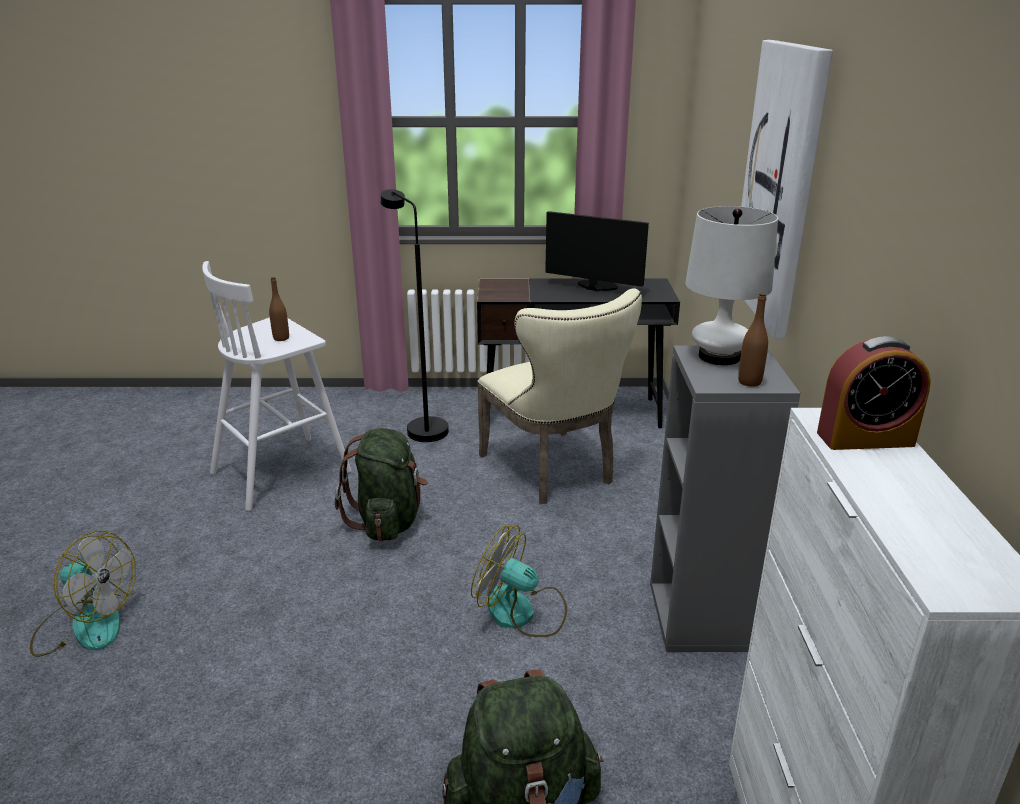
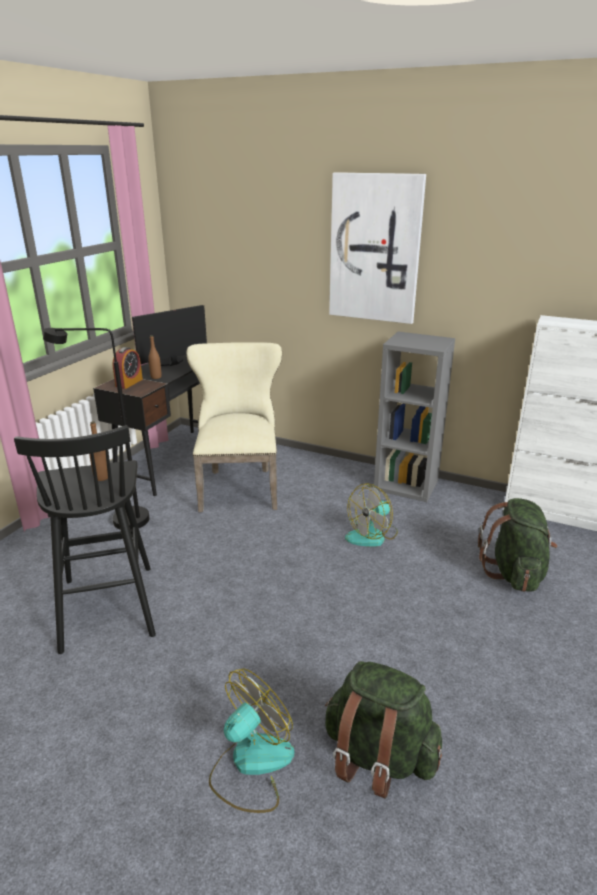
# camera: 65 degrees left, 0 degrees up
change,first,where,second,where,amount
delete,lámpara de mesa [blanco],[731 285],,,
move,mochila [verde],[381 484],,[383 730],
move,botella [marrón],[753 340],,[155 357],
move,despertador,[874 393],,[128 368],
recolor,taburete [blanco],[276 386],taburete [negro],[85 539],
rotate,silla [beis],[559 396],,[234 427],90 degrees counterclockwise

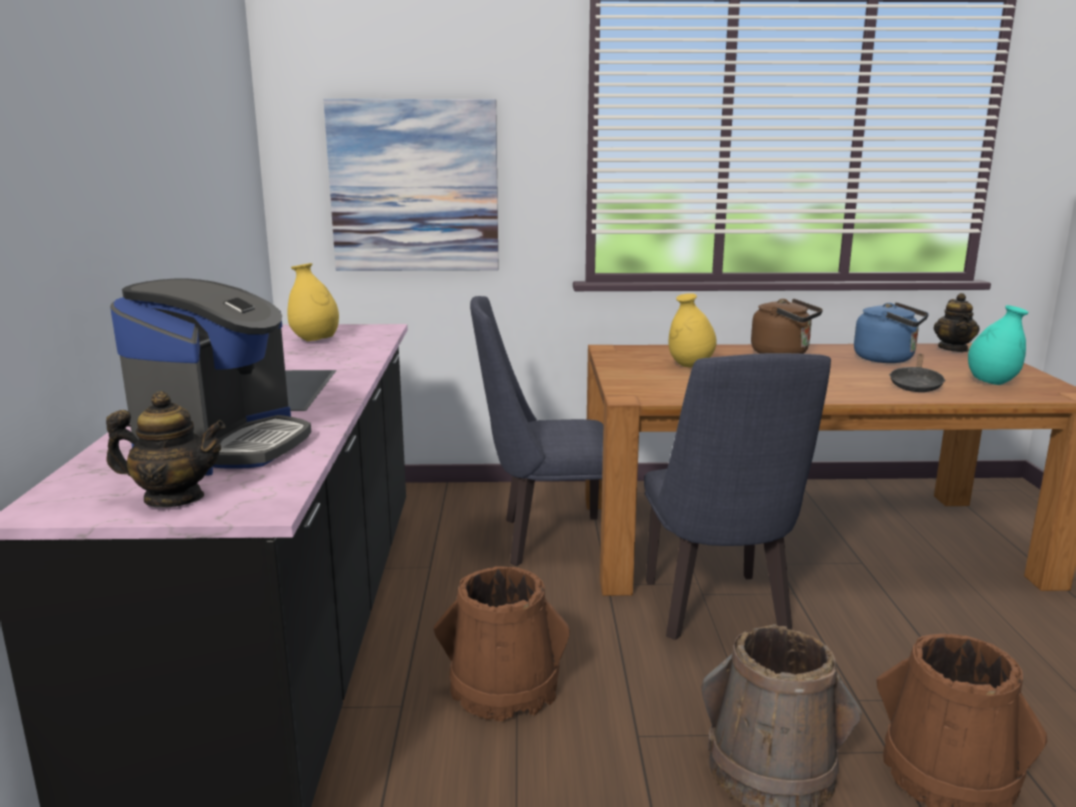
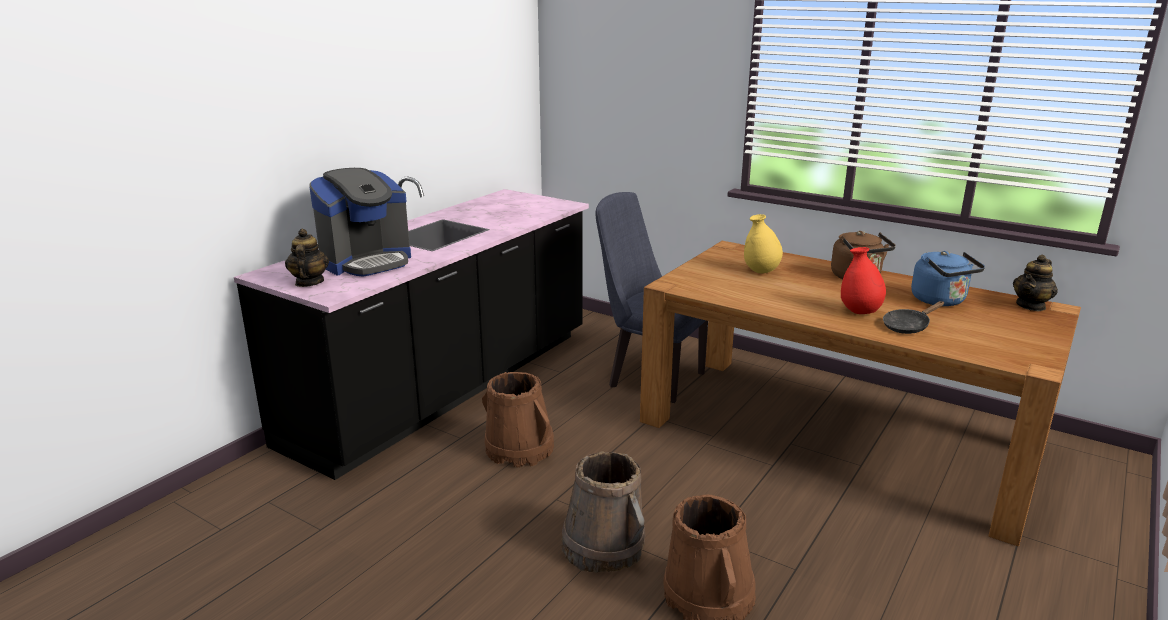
# camera: 35 degrees right, 5 degrees up
change,first,where,second,where,amount
delete,florero [amarillo],[313 302],,,
delete,cuadro,[411 185],,,
delete,silla [azul],[737 496],,,
delete,florero [turquesa],[998 345],,,
insert,,,florero [rojo],[863 280],
rotate,tetera,[166 449],,[307 257],135 degrees counterclockwise

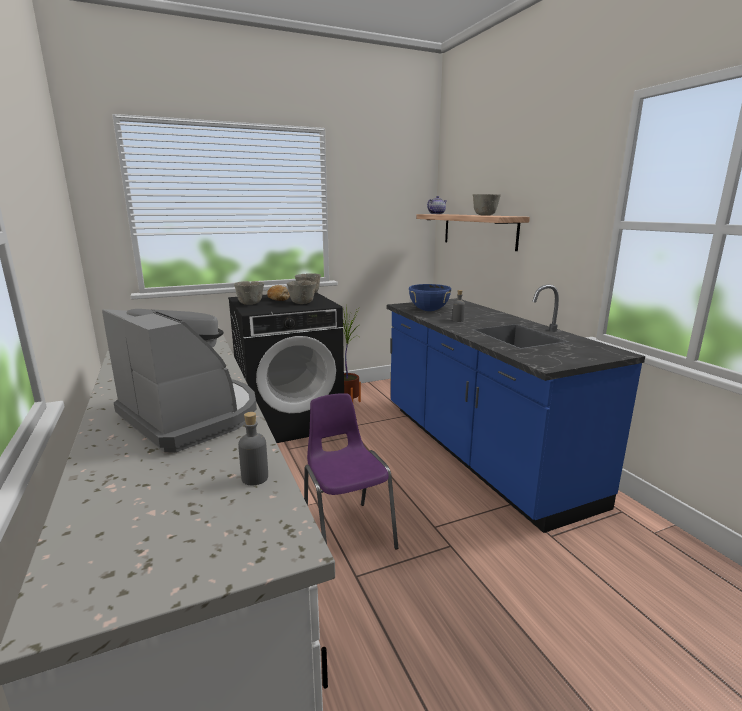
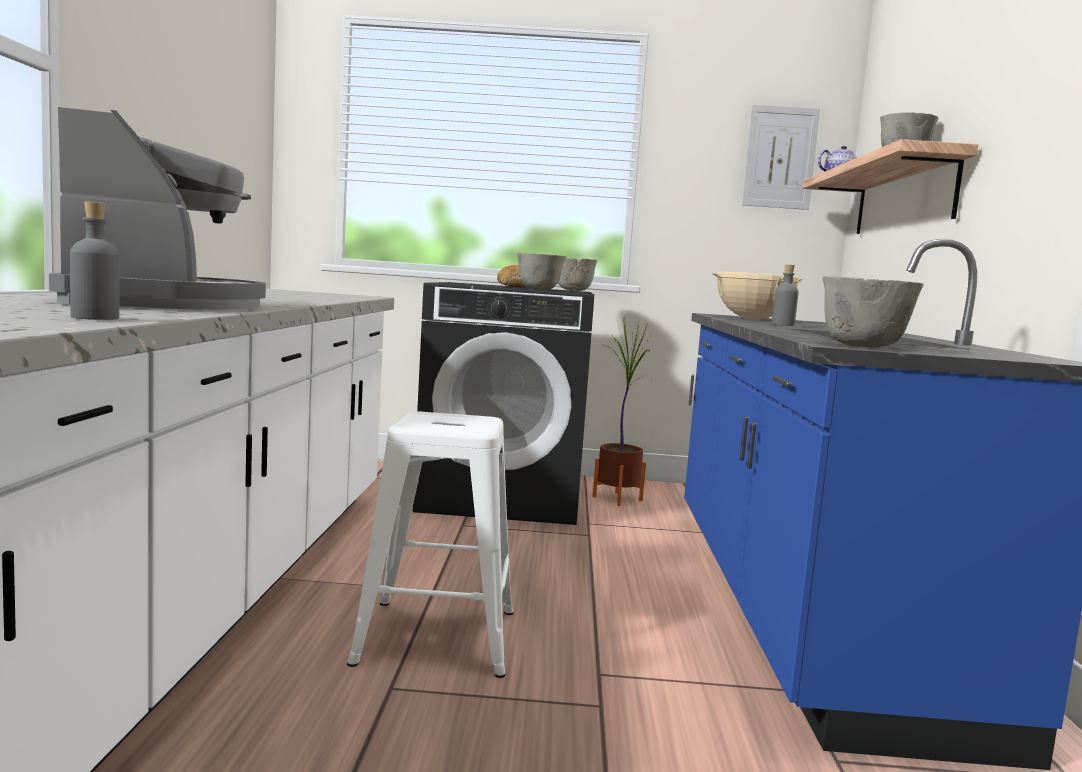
# camera: 25 degrees right, 10 degrees down
change,first,where,second,where,amount
insert,,,cuadro,[781 157],
move,cuenco [gris],[249 293],,[873 312],
replace,silla [morado],[351 471],taburete [blanco],[430 544],
recolor,olla [azul],[430 297],olla [beis],[757 296],

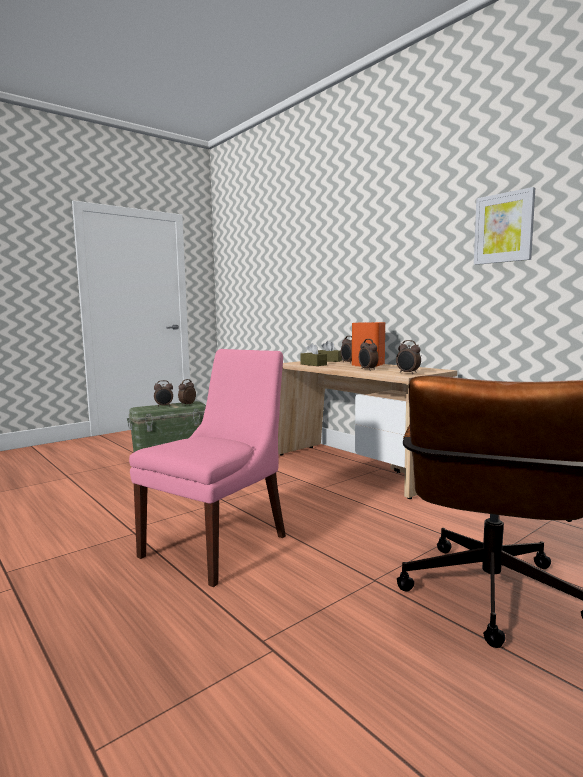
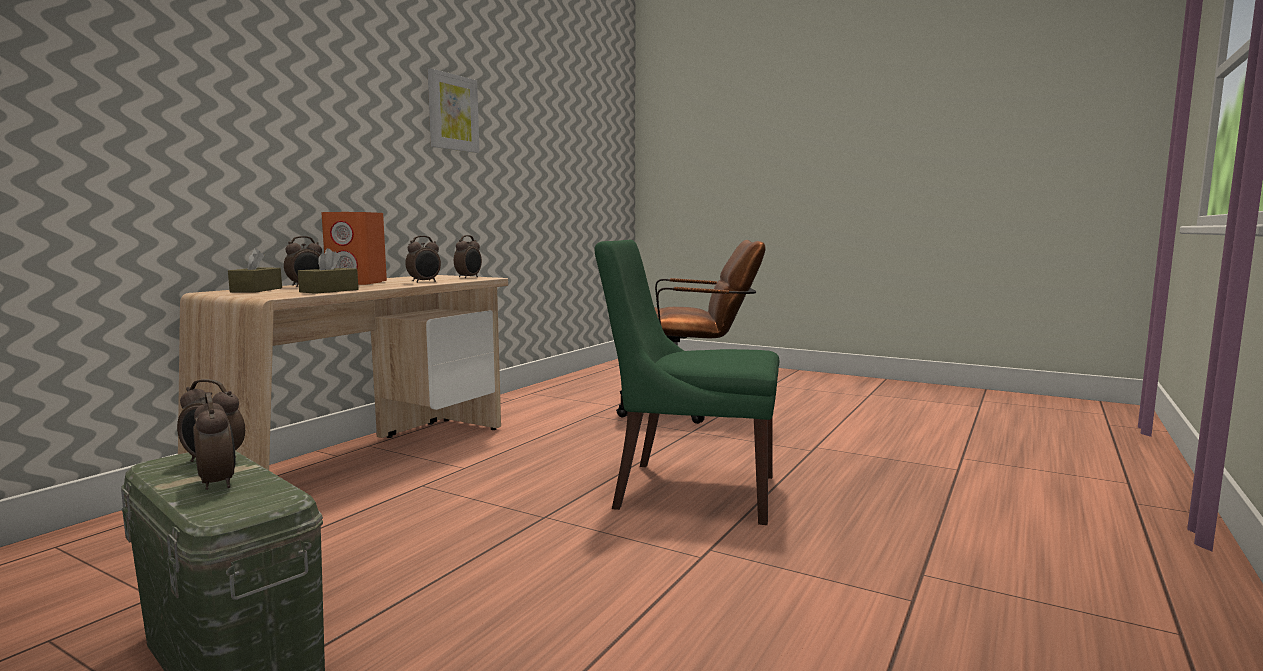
# camera: 110 degrees left, 0 degrees up
change,first,where,second,where,amount
recolor,silla [rosa],[207 468],silla [verde],[686 382],

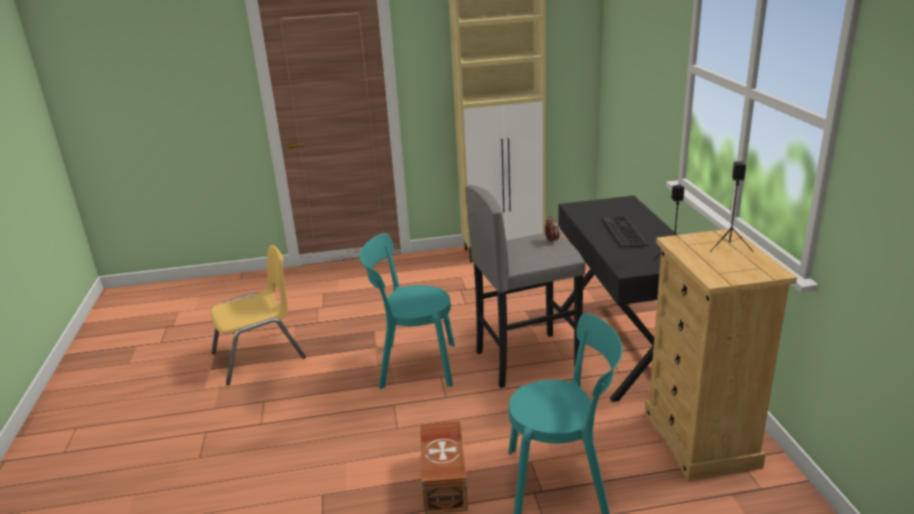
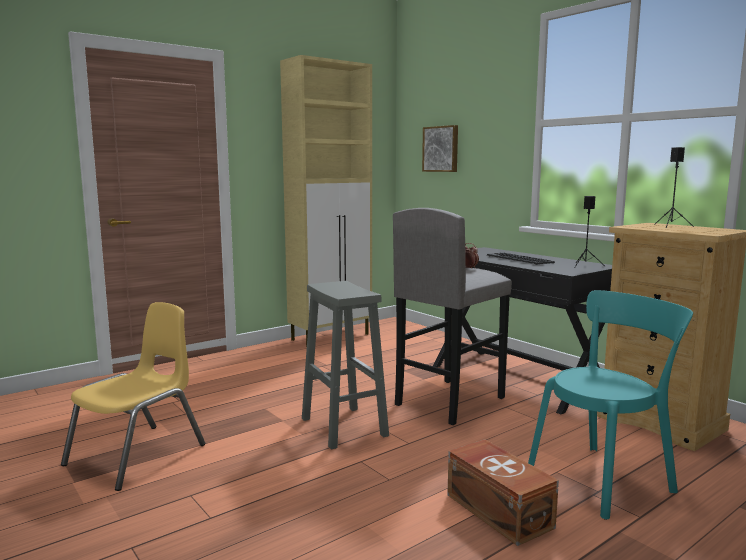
# camera: 30 degrees left, 15 degrees down
change,first,where,second,where,amount
insert,,,cuadro,[440 148],
replace,silla [turquesa],[407 311],taburete [gris],[345 365],

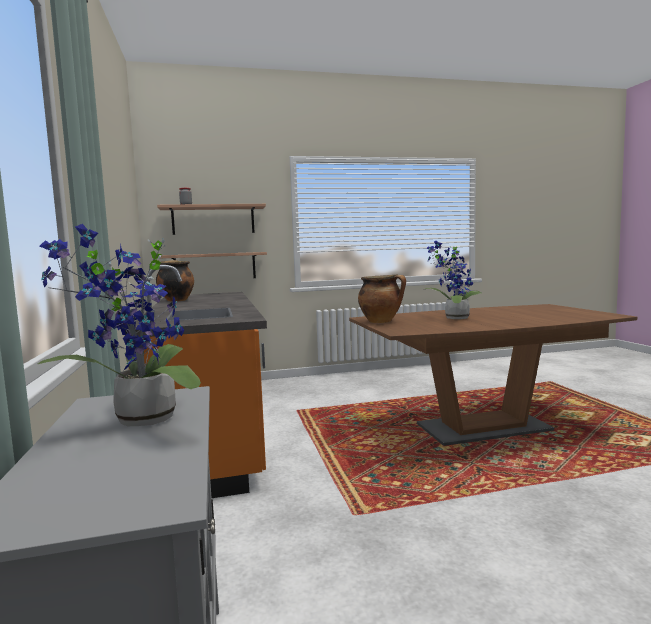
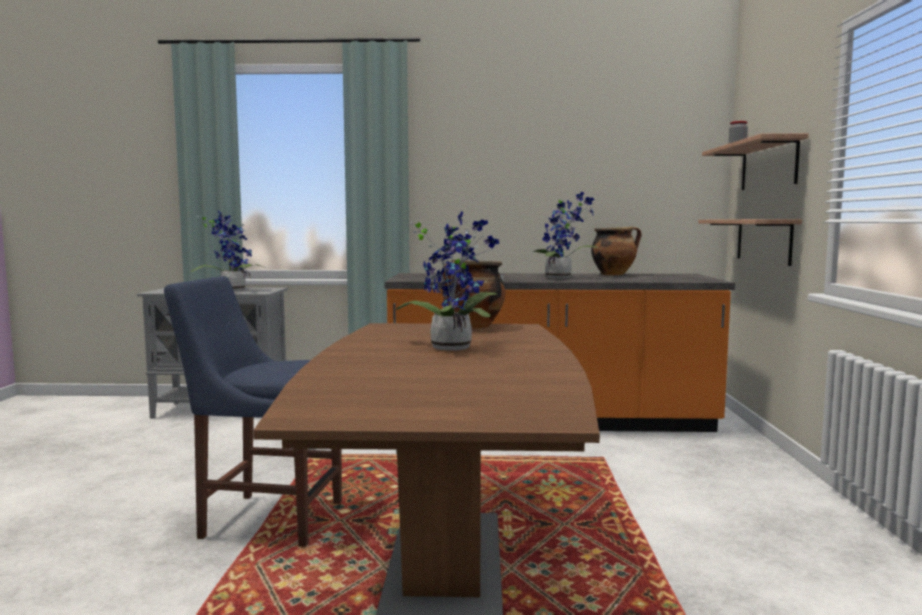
# camera: 105 degrees right, 0 degrees up
change,first,where,second,where,amount
insert,,,silla [azul],[253 411],
insert,,,planta en maceta,[565 235],

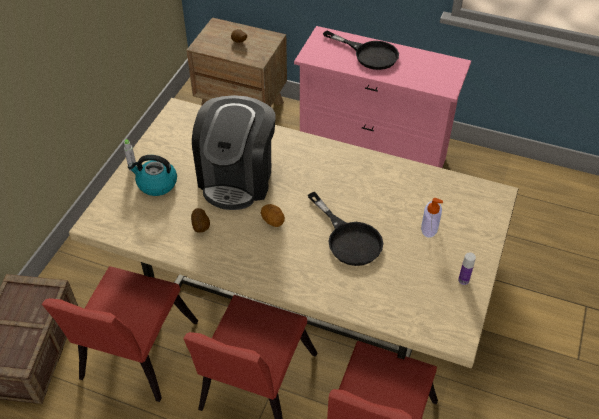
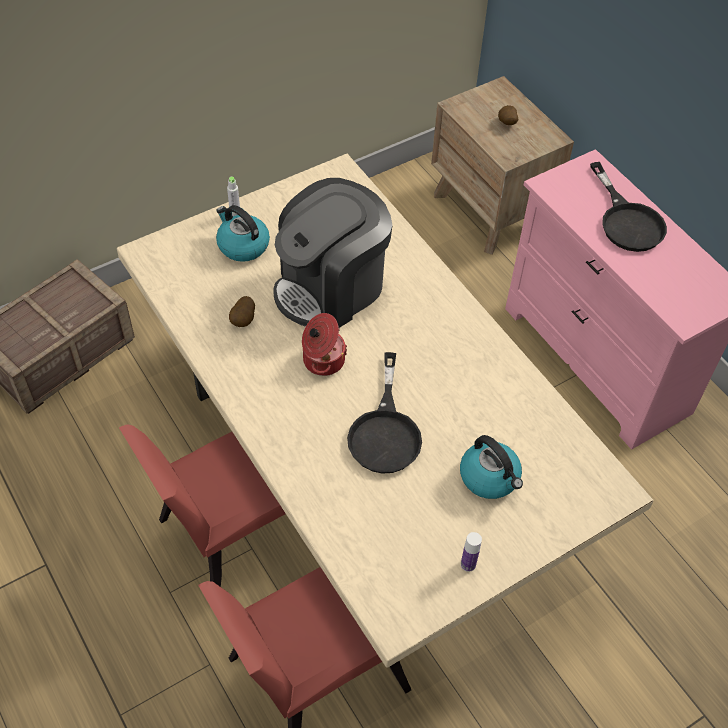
# camera: 35 degrees right, 5 degrees up
change,first,where,second,where,amount
delete,silla [rojo],[120 334],,,
replace,patata,[273 215],olla,[324 344],
replace,dispensador de jabón,[432 218],hervidor,[491 467],

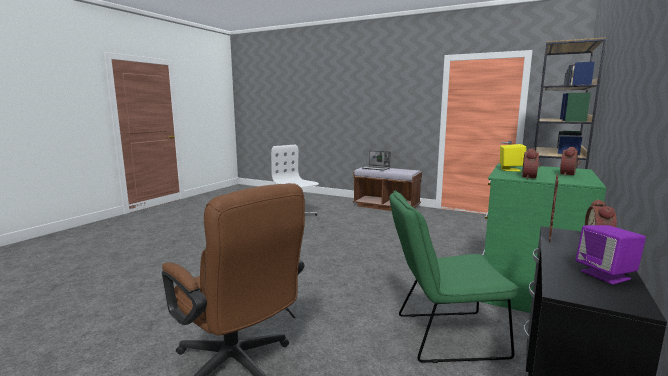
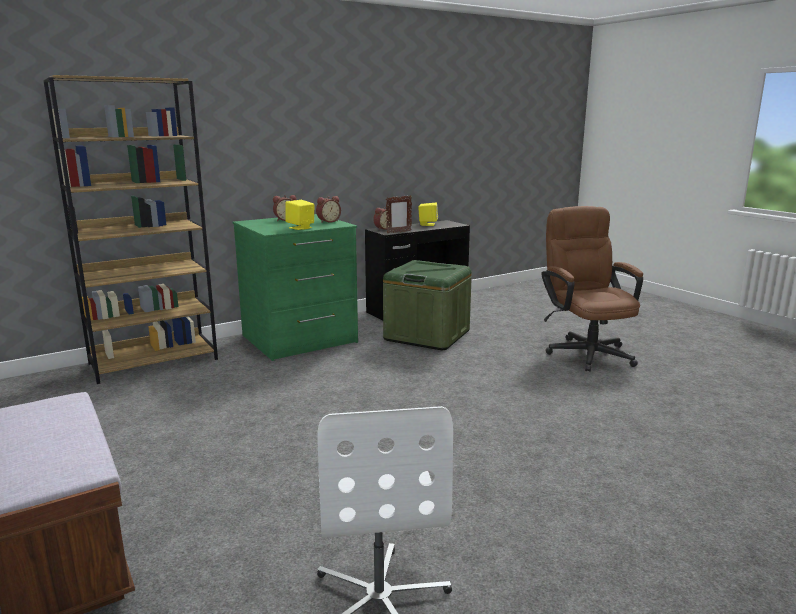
# camera: 150 degrees left, 5 degrees up
change,first,where,second,where,amount
delete,portátil,[376 160],,,
replace,silla [verde],[454 276],caja de almacenaje [verde],[427 305],
recolor,altavoz [morado],[611 254],altavoz [amarillo],[428 214],

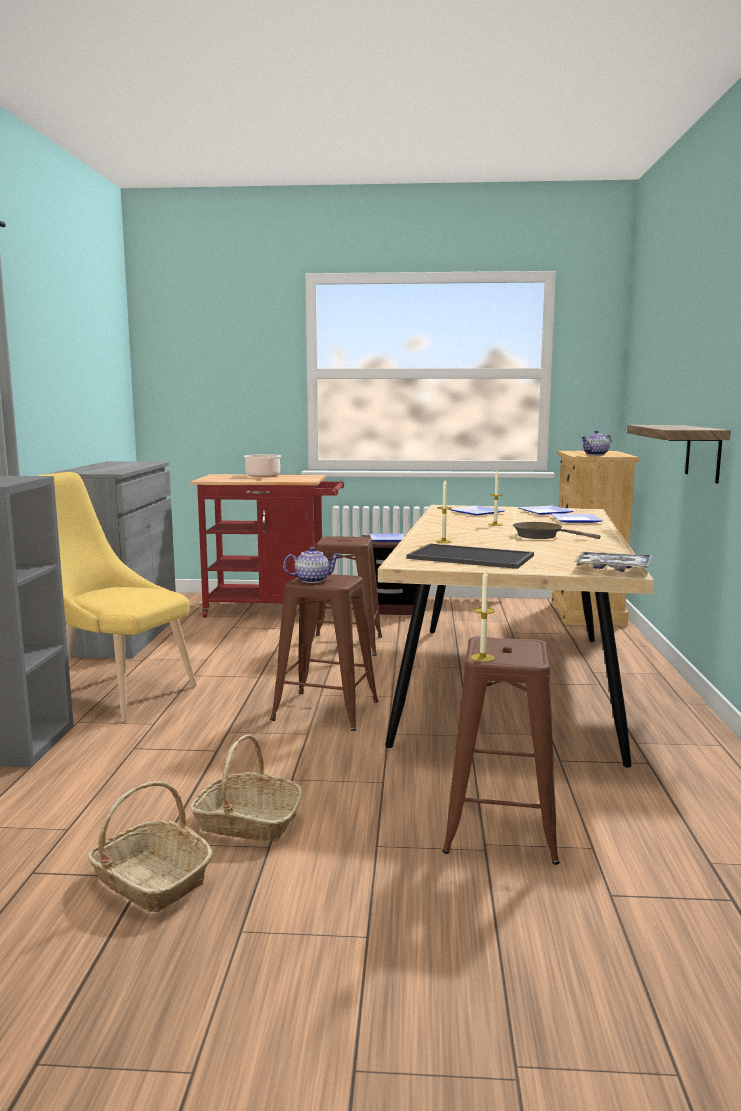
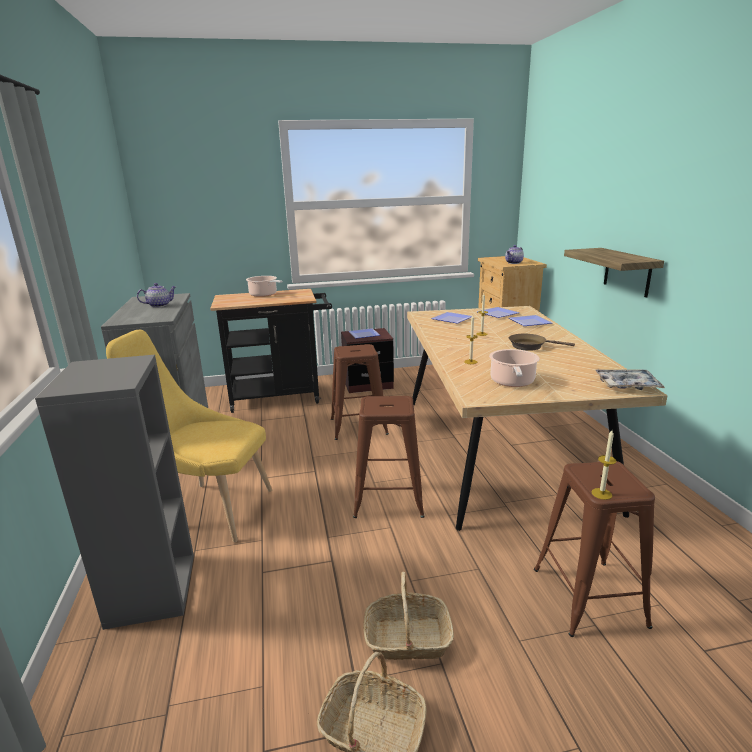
# camera: 15 degrees left, 10 degrees up
change,first,where,second,where,amount
move,tetera,[311 565],,[156 295],
replace,bandeja,[470 556],olla,[514 368],
recolor,carrito [rojo],[267 546],carrito [negro],[271 351],

